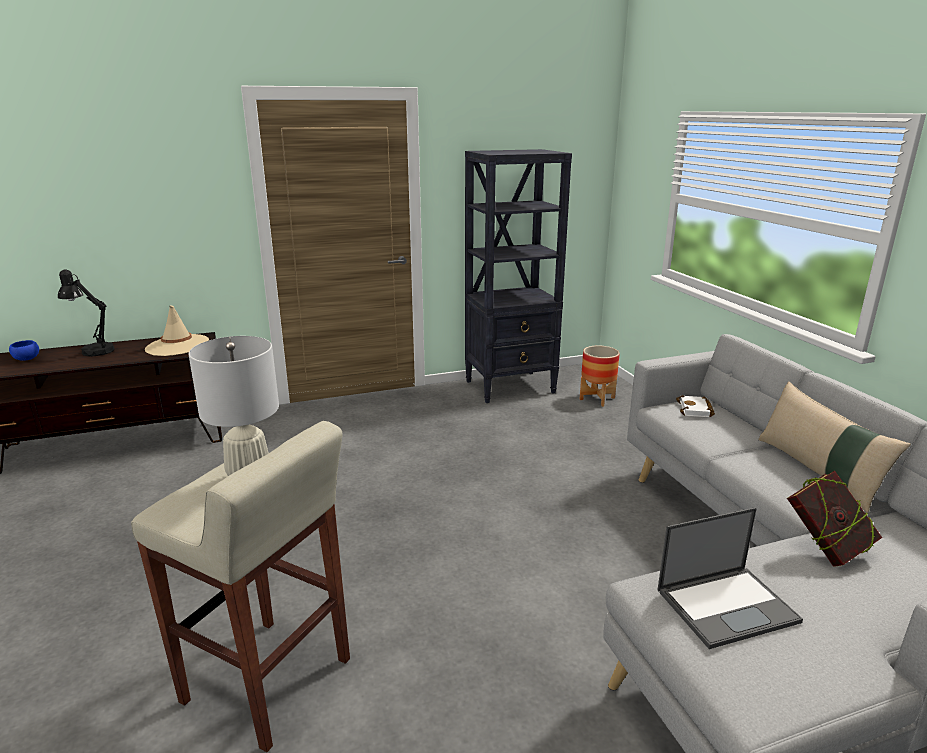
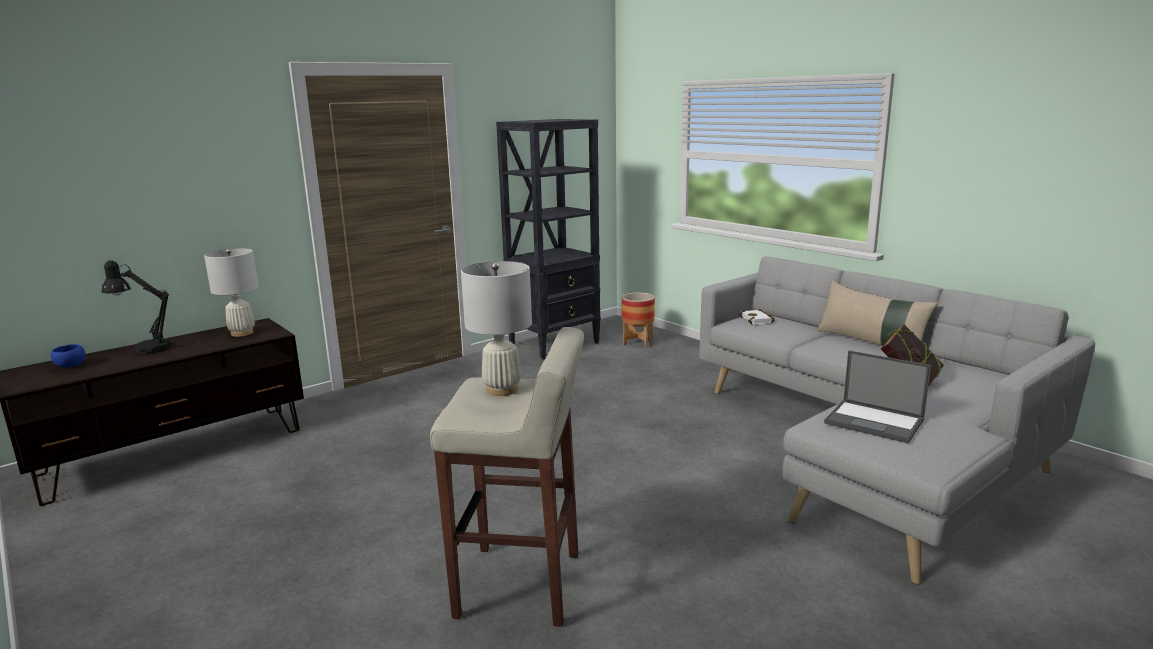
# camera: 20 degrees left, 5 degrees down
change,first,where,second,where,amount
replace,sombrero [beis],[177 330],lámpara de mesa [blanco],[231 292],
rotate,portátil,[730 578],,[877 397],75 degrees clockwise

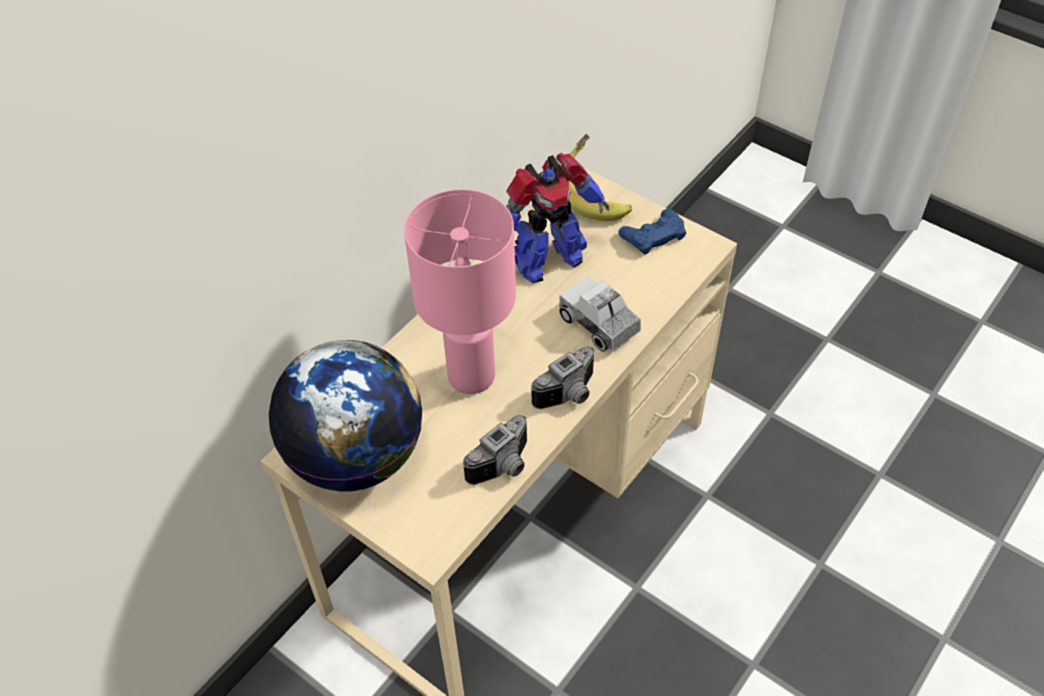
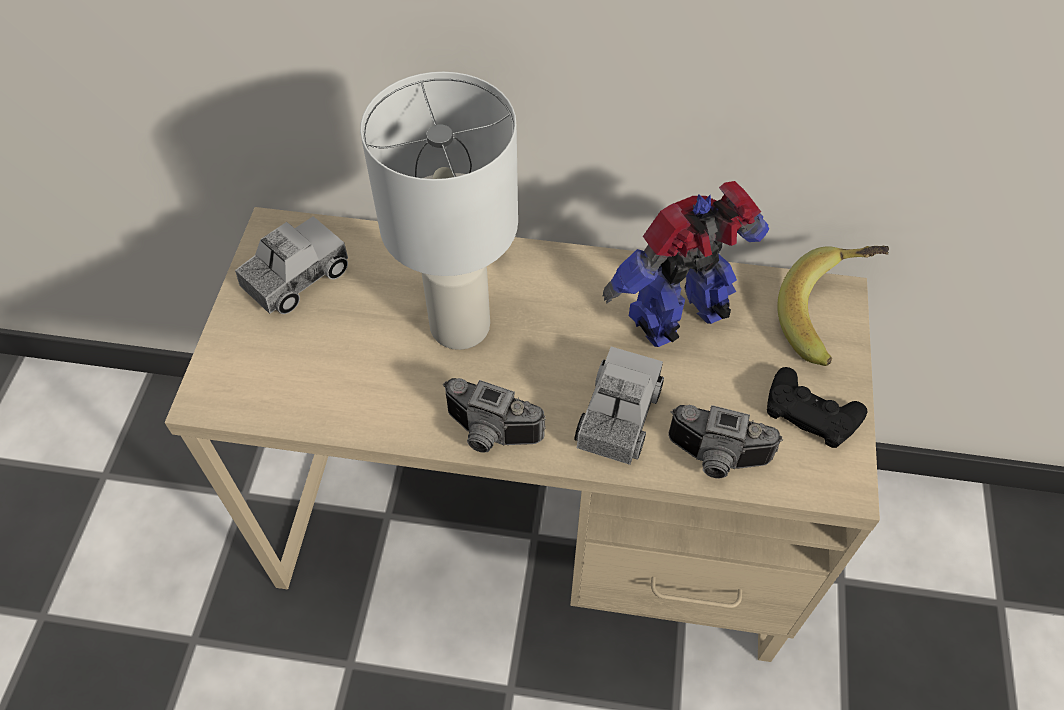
# camera: 60 degrees right, 5 degrees up
change,first,where,second,where,amount
move,cámara,[495 450],,[725 442],
replace,globo terráqueo,[346 415],camión de juguete,[291 265],
recolor,lámpara de mesa [rosa],[460 291],lámpara de mesa [blanco],[439 211],
recolor,mando de consola [azul],[652 232],mando de consola [negro],[817 407],
rotate,robot de juguete,[557 218],,[685 264],120 degrees clockwise

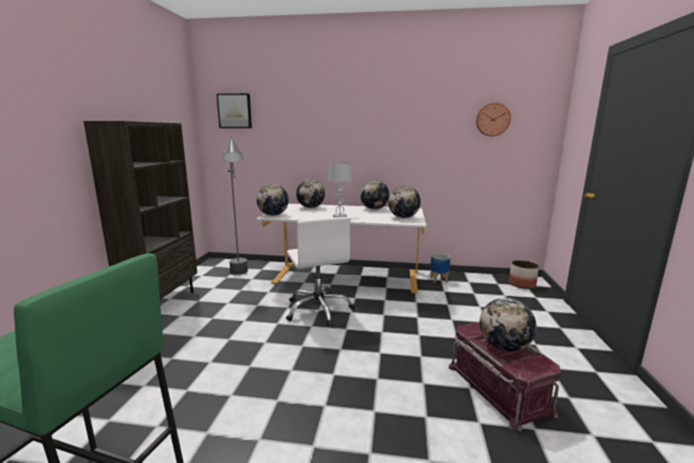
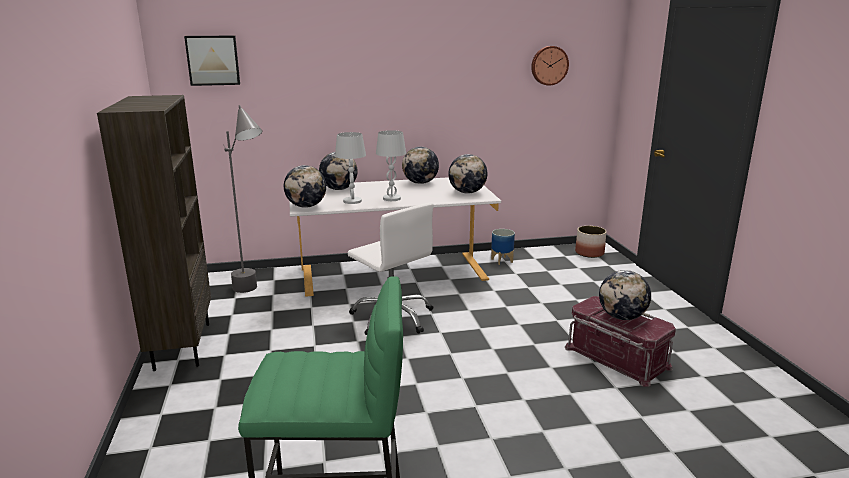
# camera: 20 degrees left, 5 degrees up
change,first,where,second,where,amount
insert,,,lámpara de mesa [blanco],[350 168],

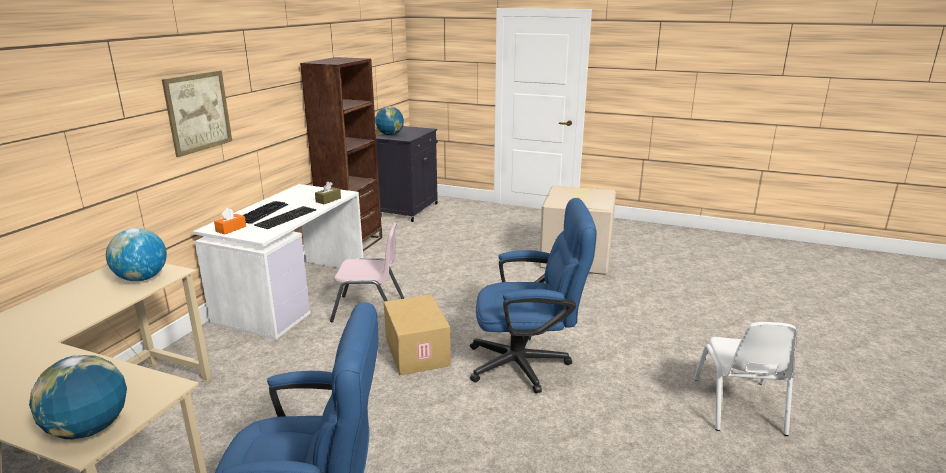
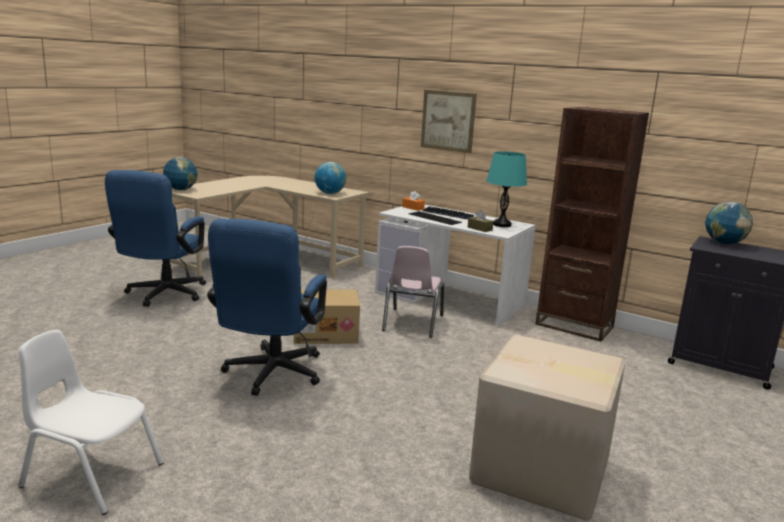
# camera: 100 degrees right, 5 degrees down
change,first,where,second,where,amount
insert,,,lámpara de mesa [turquesa],[507 189],

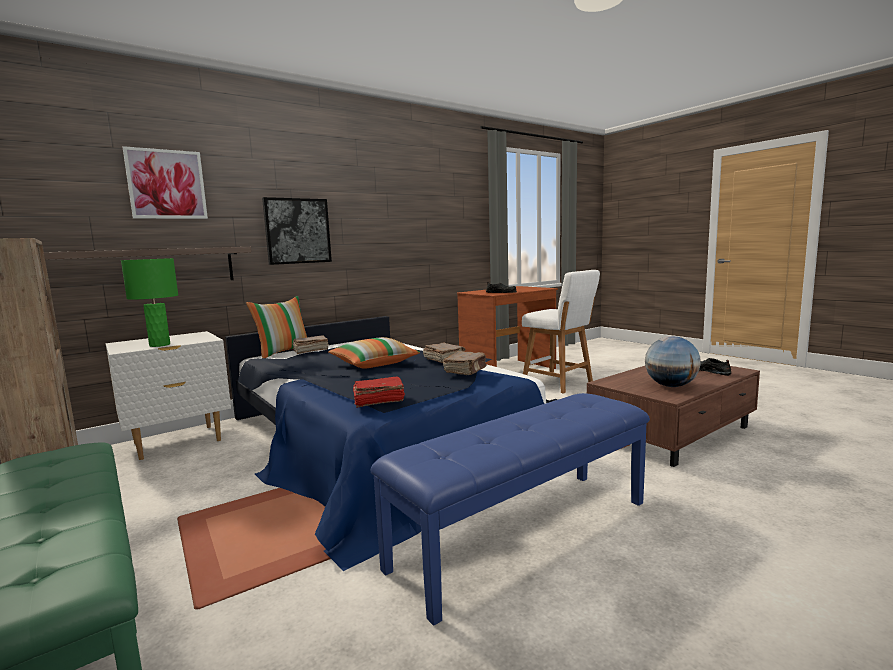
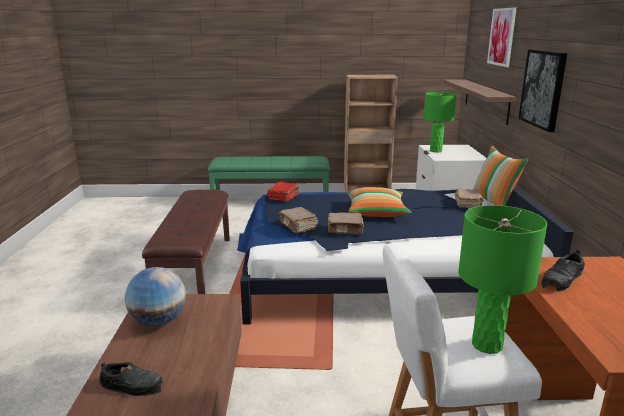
# camera: 125 degrees right, 10 degrees up
change,first,where,second,where,amount
insert,,,lámpara de mesa [verde],[502 279],
recolor,banco [azul],[510 509],banco [marrón],[186 242],

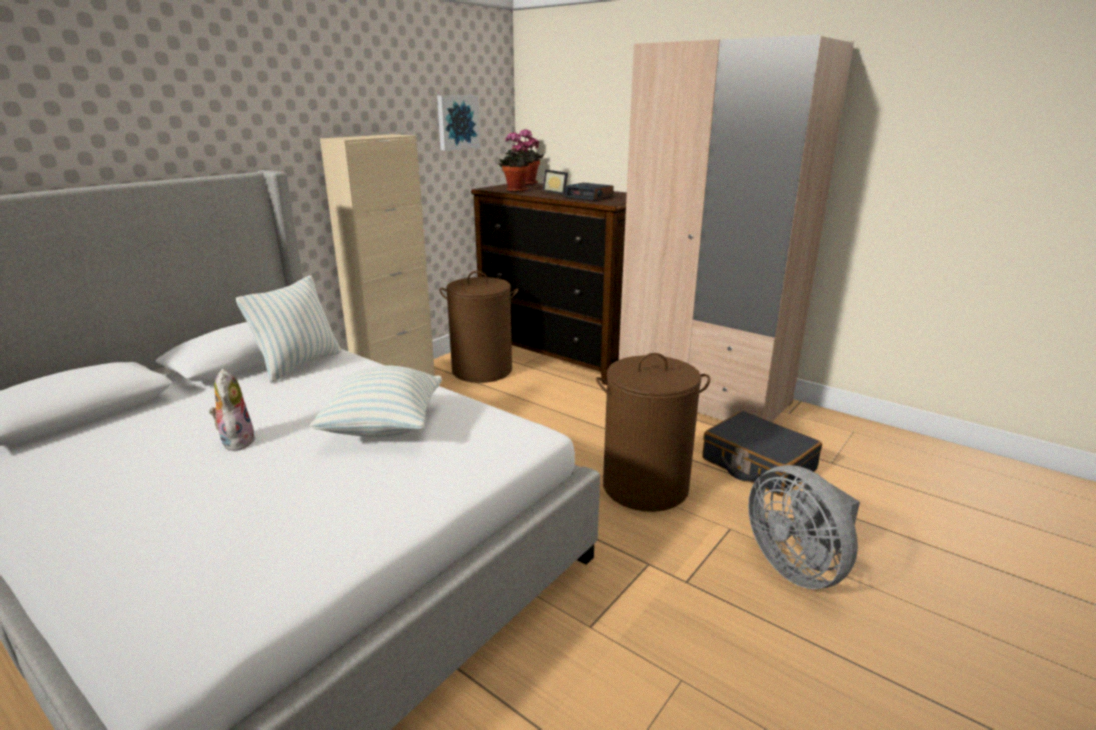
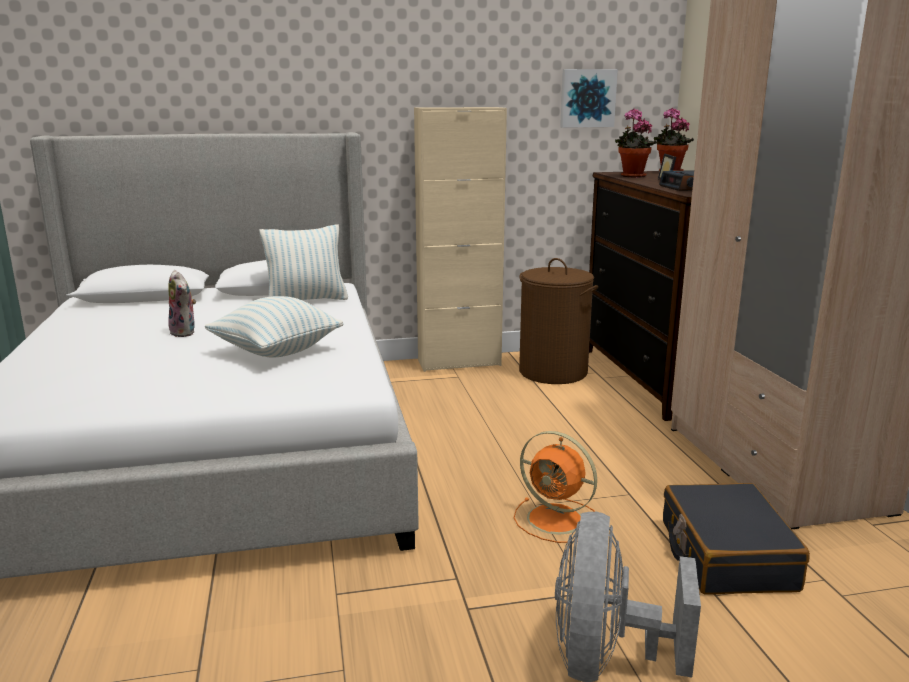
# camera: 40 degrees right, 5 degrees down
change,first,where,second,where,amount
replace,cesto de la ropa [marrón],[653 432],ventilador [naranja],[555 487],
rotate,peluche,[232 410],,[182 303],120 degrees clockwise

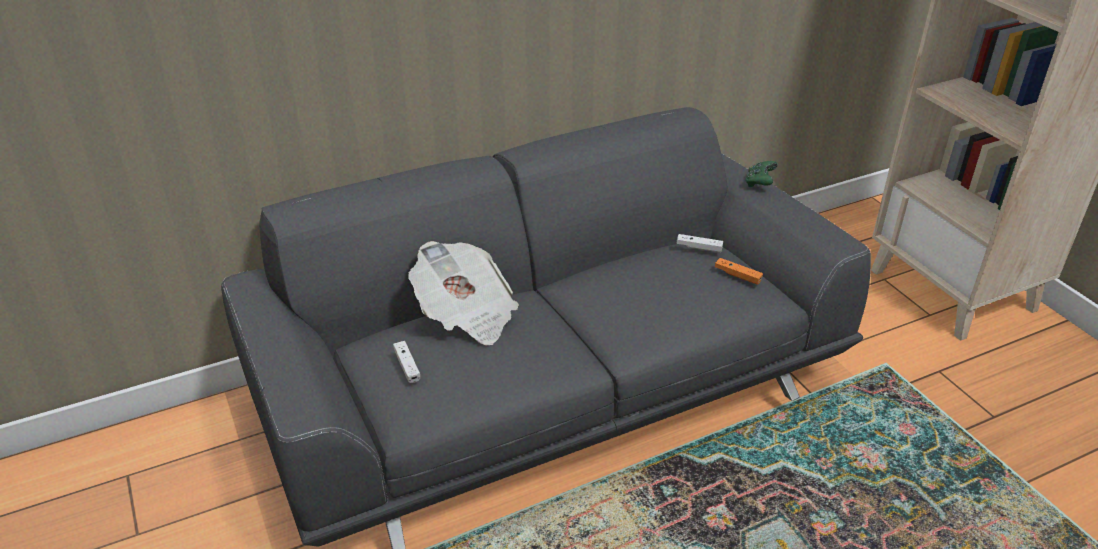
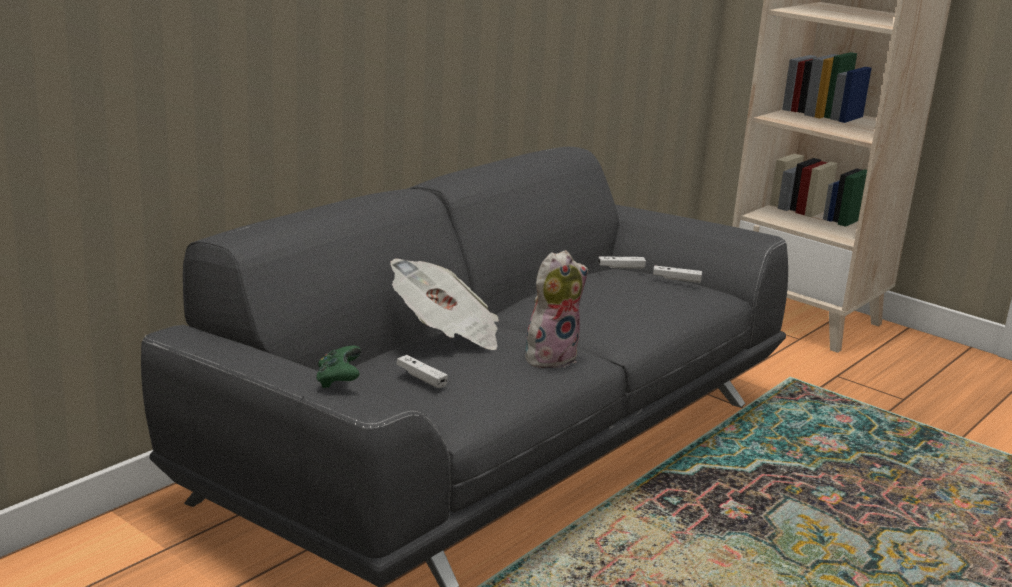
# camera: 25 degrees left, 15 degrees down
change,first,where,second,where,amount
insert,,,peluche,[556 309],
move,mando de consola [verde],[761 174],,[338 367],
recolor,mando de consola [naranja],[739 271],mando de consola [blanco],[677 274],

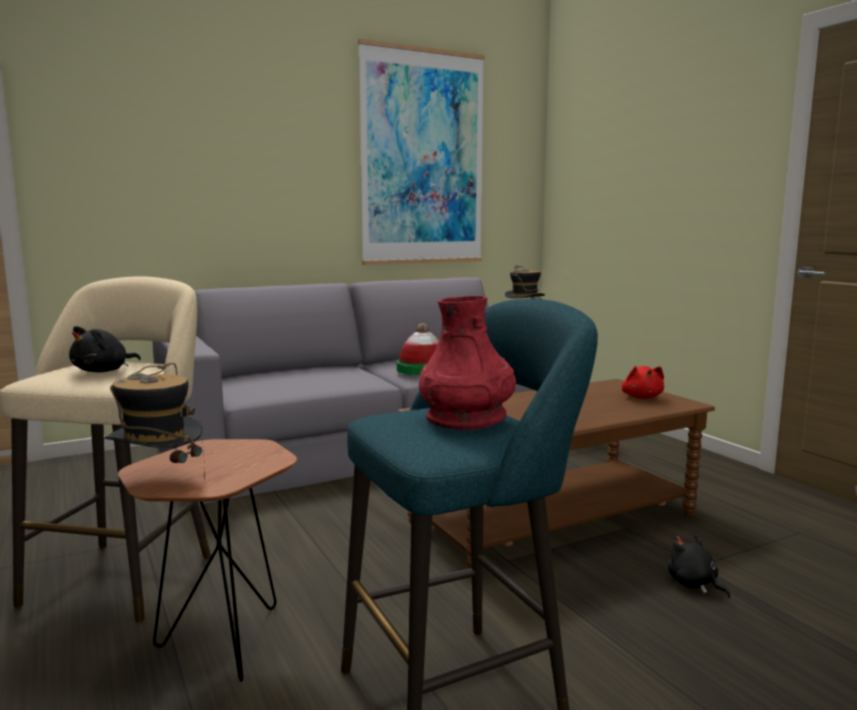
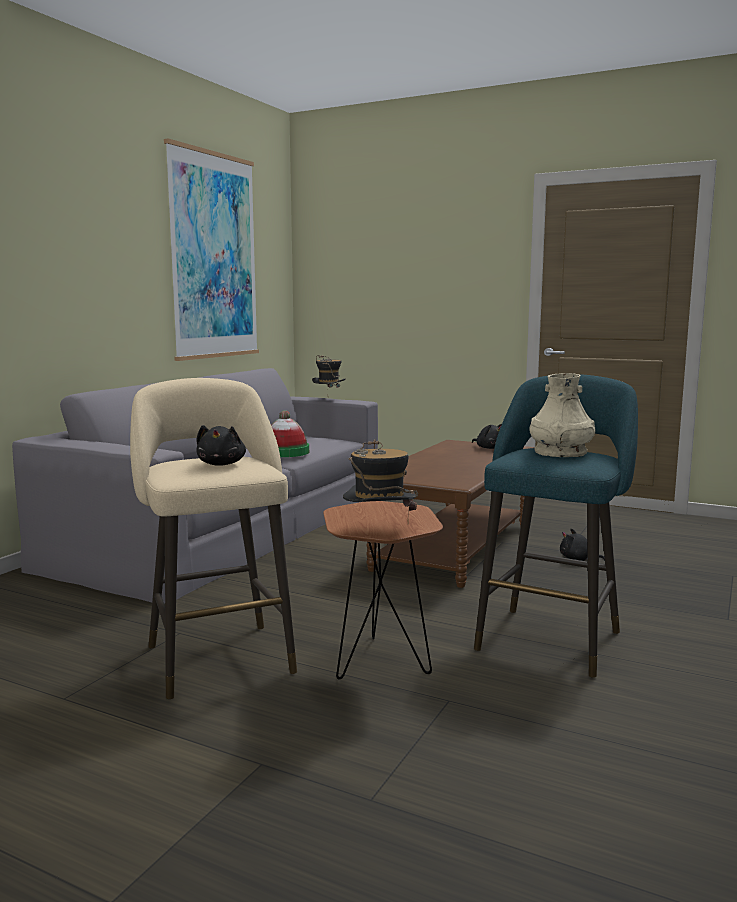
# camera: 35 degrees left, 0 degrees up
change,first,where,second,where,amount
recolor,florero [rojo],[467 362],florero [beis],[562 415],
recolor,peluche [rojo],[643 382],peluche [negro],[487 436],

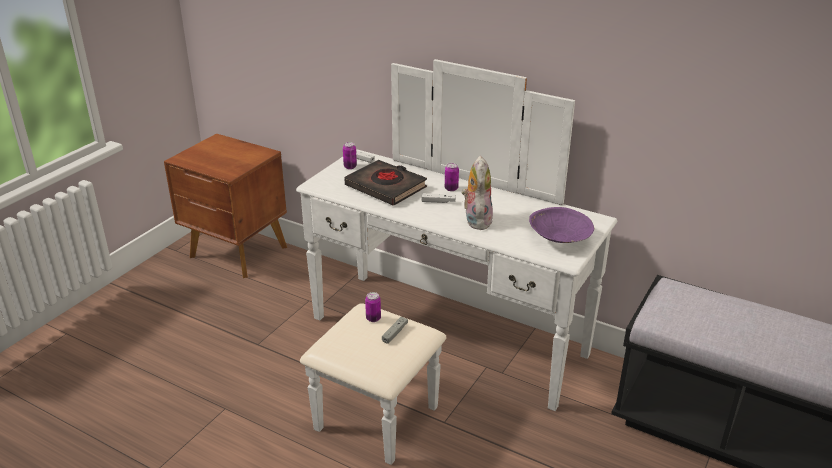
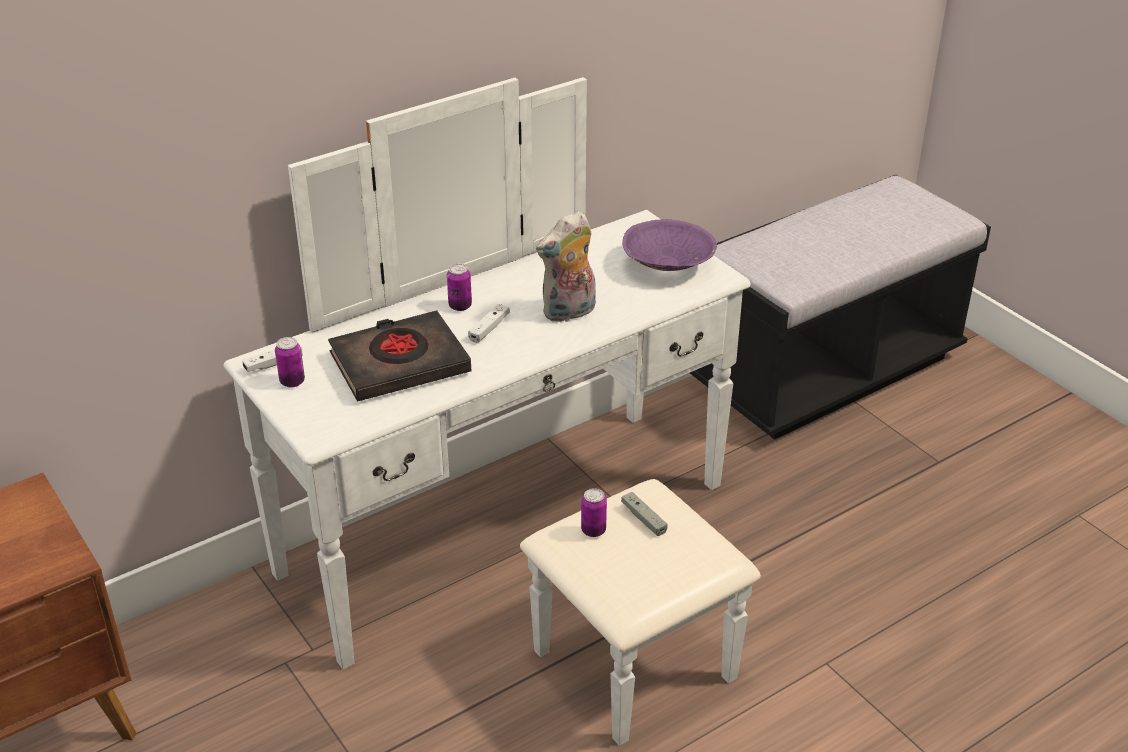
# camera: 65 degrees left, 5 degrees up
change,first,where,second,where,amount
rotate,peluche,[477 193],,[566 267],60 degrees counterclockwise

